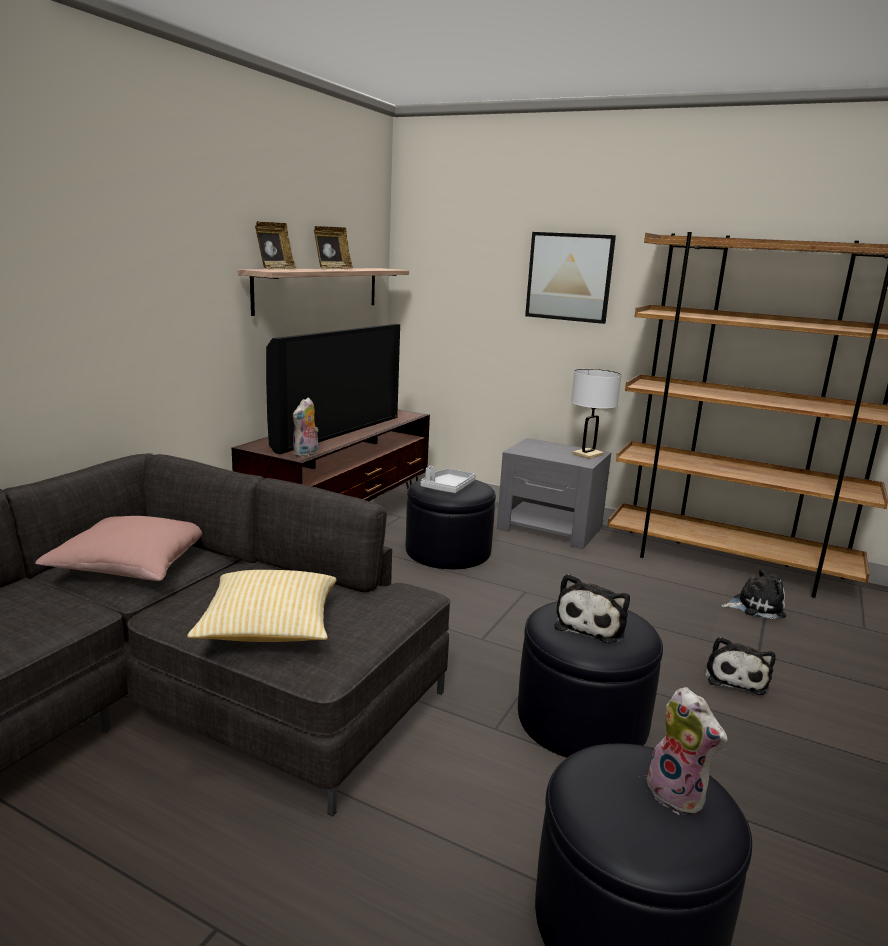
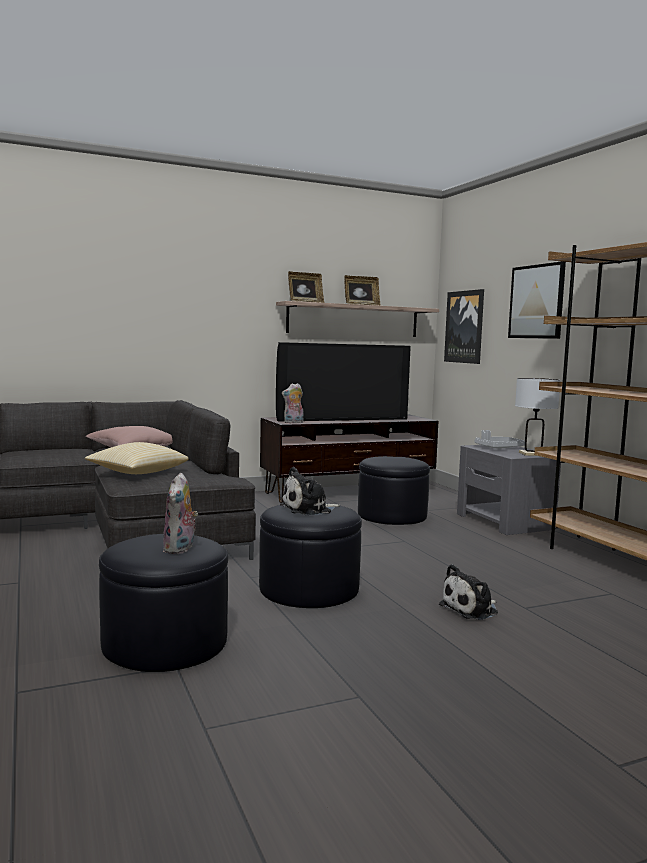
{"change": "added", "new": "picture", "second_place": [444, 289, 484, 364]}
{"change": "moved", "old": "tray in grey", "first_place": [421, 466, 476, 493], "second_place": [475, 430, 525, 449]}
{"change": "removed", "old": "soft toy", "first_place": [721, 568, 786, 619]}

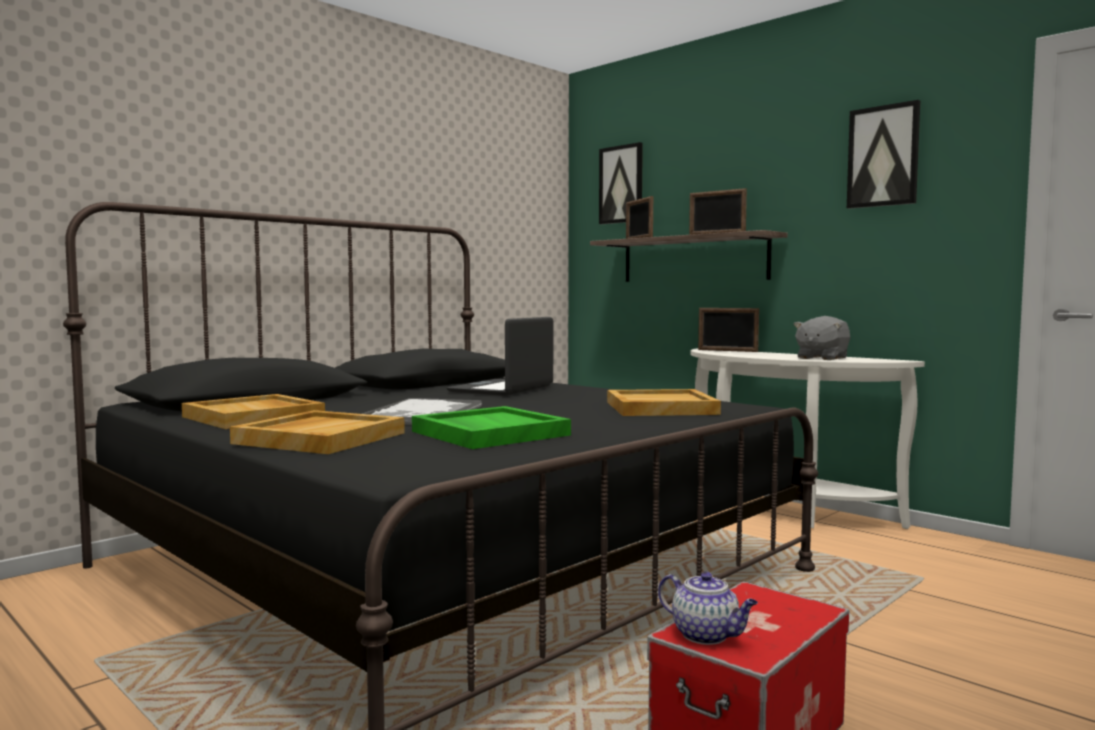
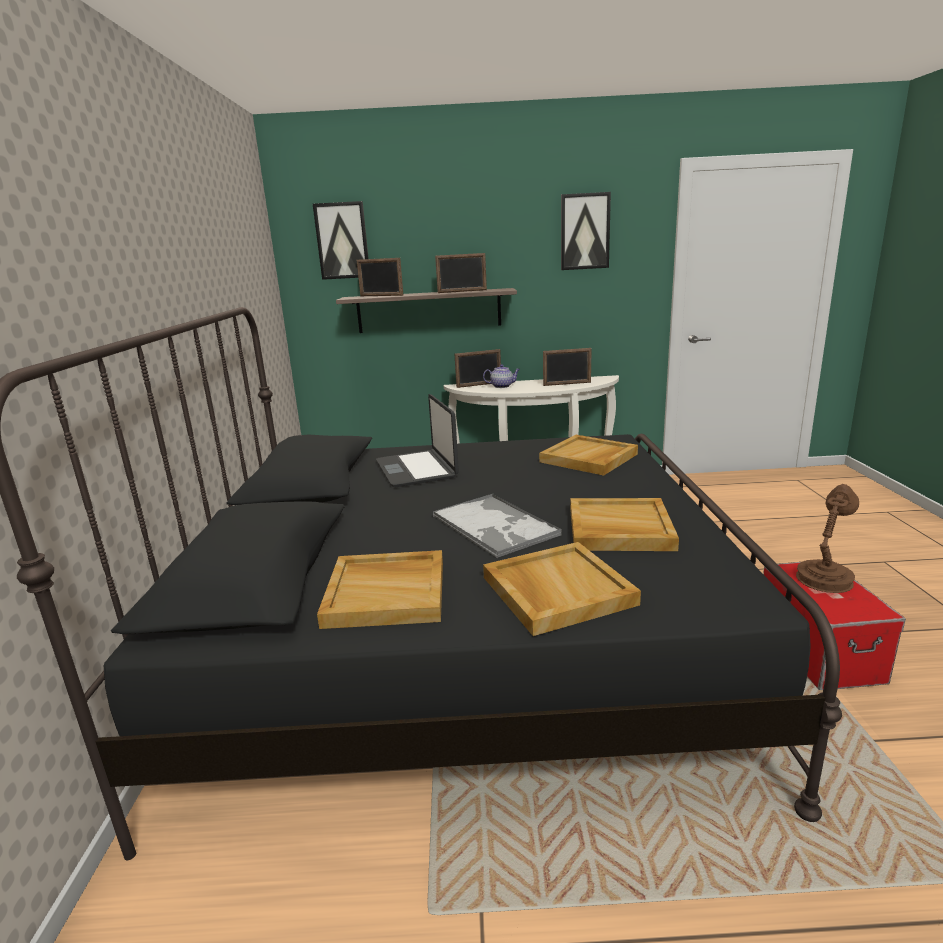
{"change": "moved", "old": "teapot", "first_place": [658, 572, 758, 645], "second_place": [483, 364, 520, 388]}
{"change": "replaced", "old": "soft toy in grey", "new": "standing frame", "first_place": [794, 316, 850, 360], "second_place": [543, 348, 592, 386]}
{"change": "recoloured", "old": "tray in green-coloured", "new": "tray in sand-coloured", "first_place": [412, 406, 571, 449], "second_place": [570, 498, 679, 551]}
{"change": "added", "new": "lamp for a table in brown", "second_place": [796, 484, 859, 593]}

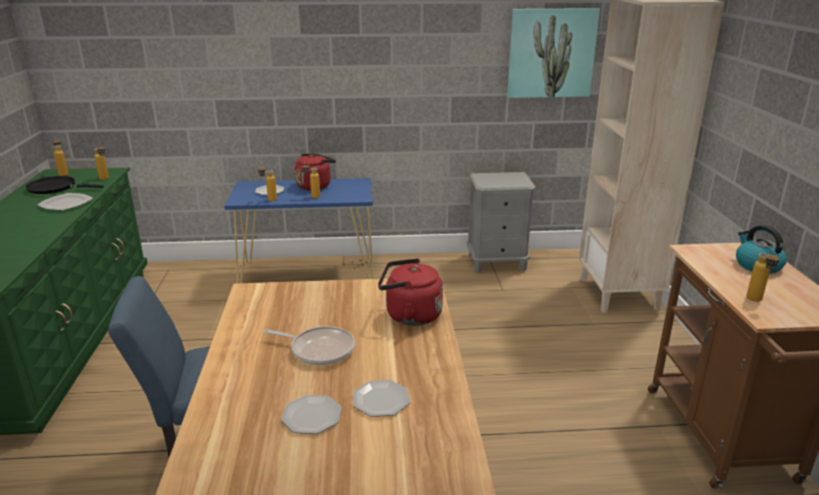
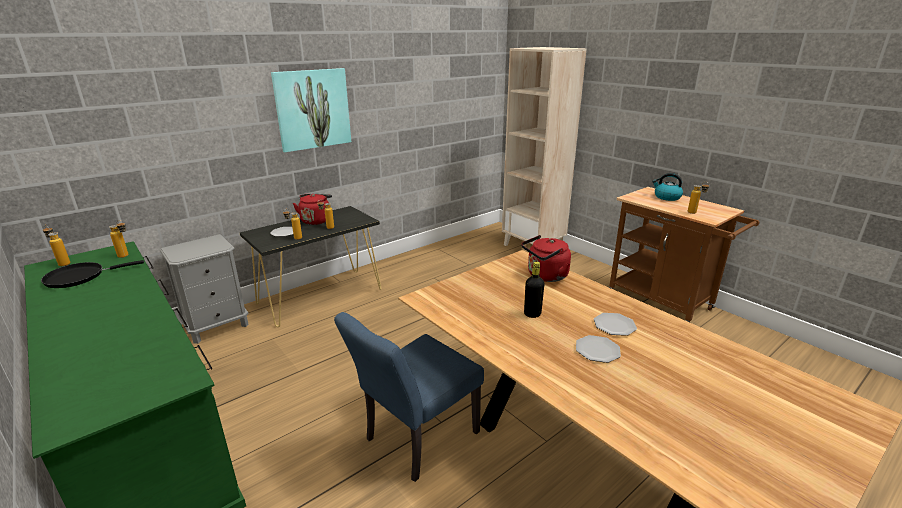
{"change": "moved", "old": "bedside table in grey", "first_place": [467, 172, 536, 273], "second_place": [160, 234, 248, 344]}
{"change": "recoloured", "old": "console table in blue", "new": "console table in black", "first_place": [225, 178, 373, 283], "second_place": [240, 206, 381, 327]}
{"change": "moved", "old": "picture", "first_place": [507, 8, 600, 98], "second_place": [271, 68, 351, 152]}
{"change": "replaced", "old": "frying pan", "new": "drink bottle in black", "first_place": [264, 326, 355, 365], "second_place": [524, 262, 545, 318]}
{"change": "removed", "old": "plate", "first_place": [37, 193, 93, 210]}

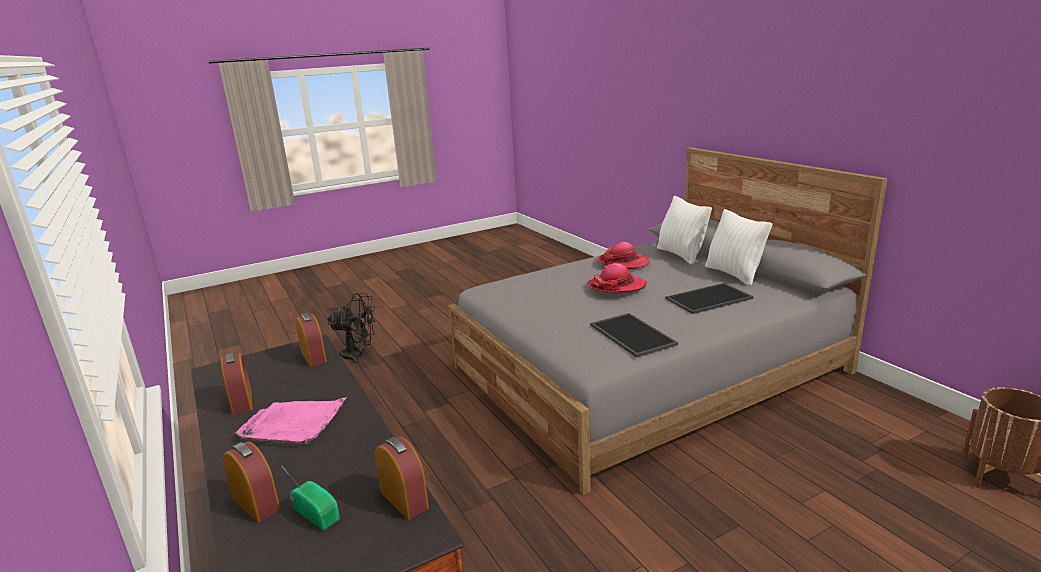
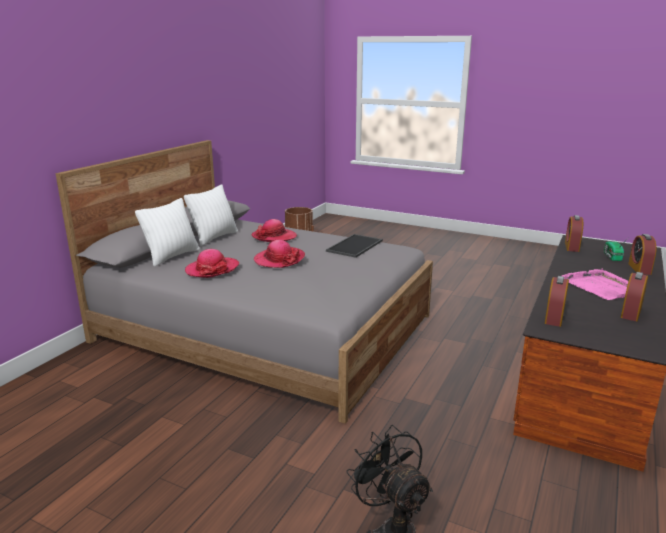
{"change": "replaced", "old": "tray", "new": "hat", "first_place": [665, 283, 754, 314], "second_place": [252, 219, 297, 242]}

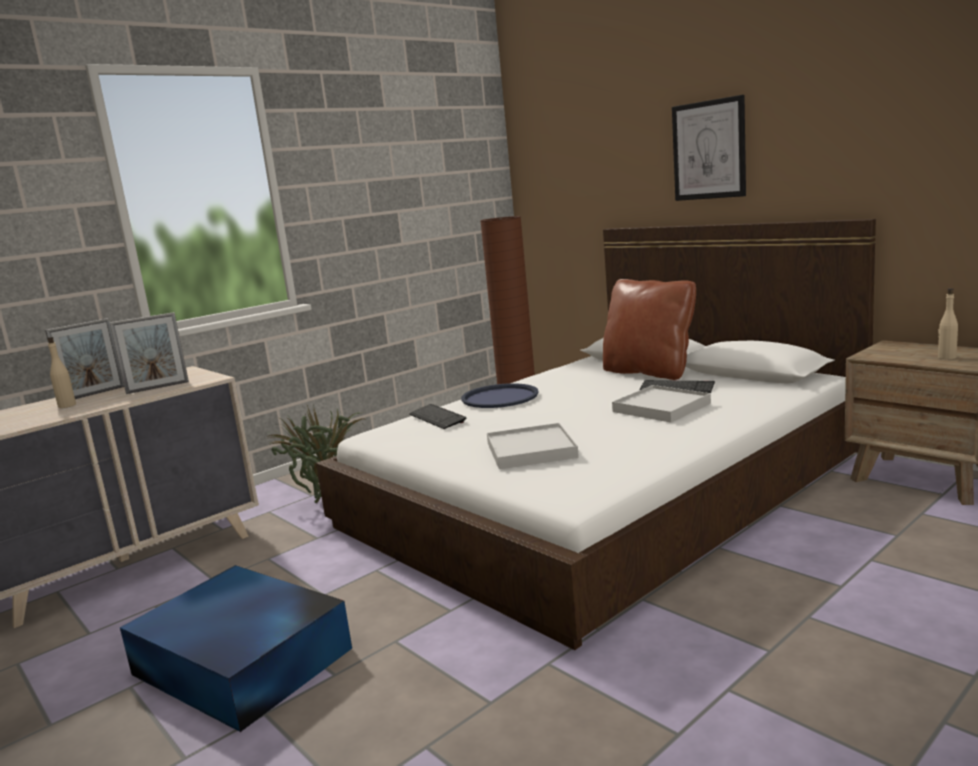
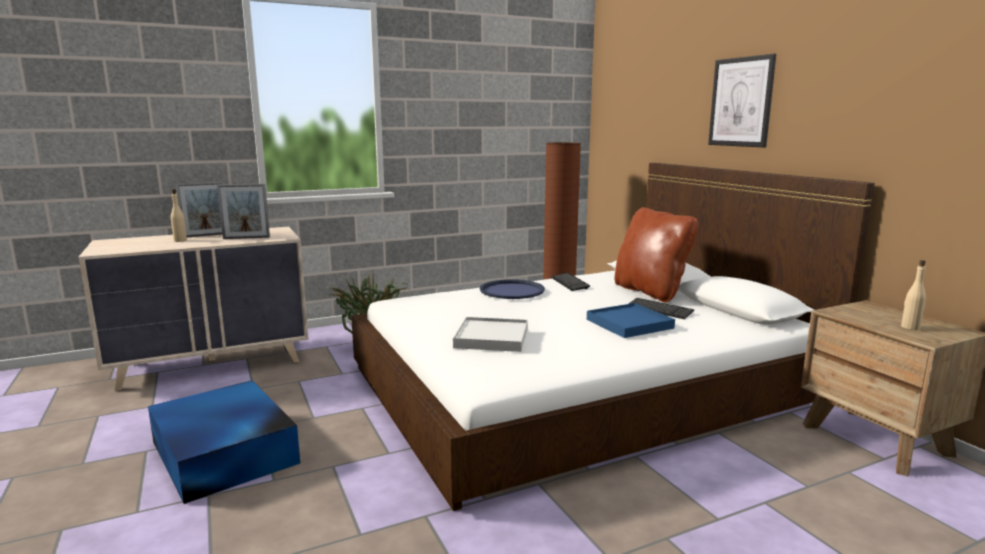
{"change": "moved", "old": "PC keyboard", "first_place": [409, 404, 466, 429], "second_place": [551, 273, 590, 291]}
{"change": "recoloured", "old": "tray in whitish", "new": "tray in blue", "first_place": [612, 385, 711, 423], "second_place": [587, 303, 675, 338]}

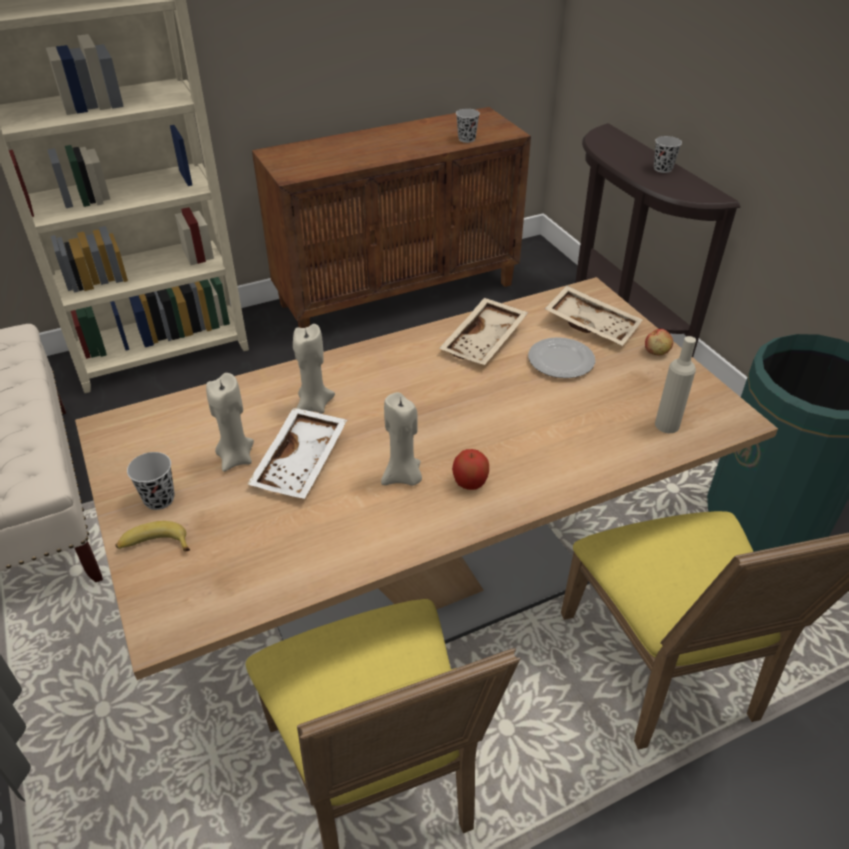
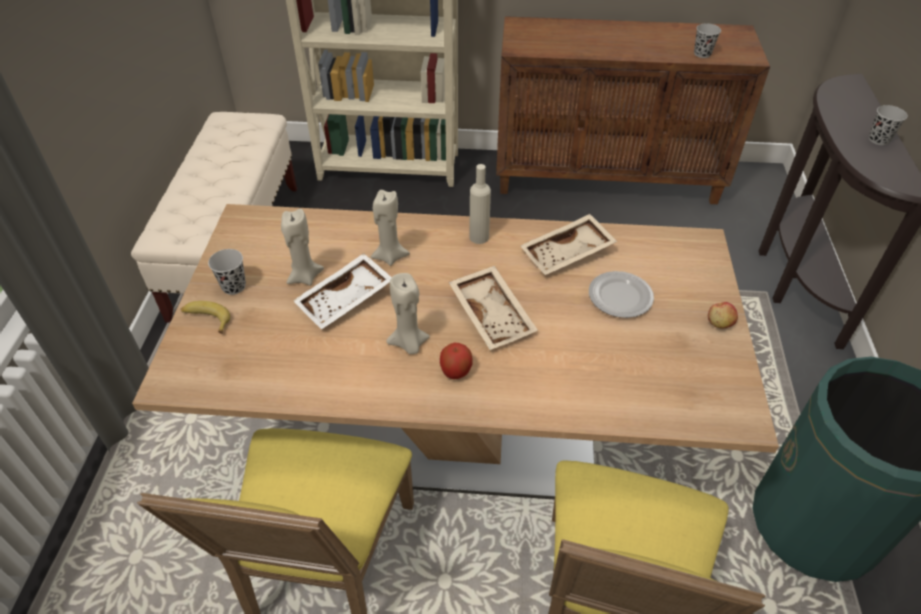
{"change": "moved", "old": "tray in sand-coloured", "first_place": [545, 286, 643, 346], "second_place": [449, 266, 538, 350]}
{"change": "moved", "old": "drink bottle in sand-coloured", "first_place": [655, 336, 696, 433], "second_place": [469, 164, 491, 244]}

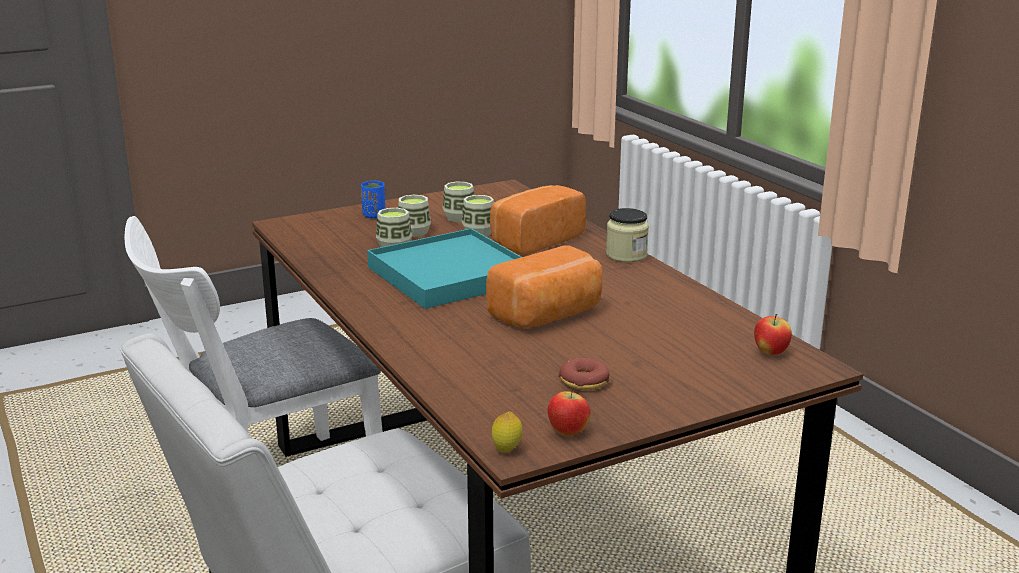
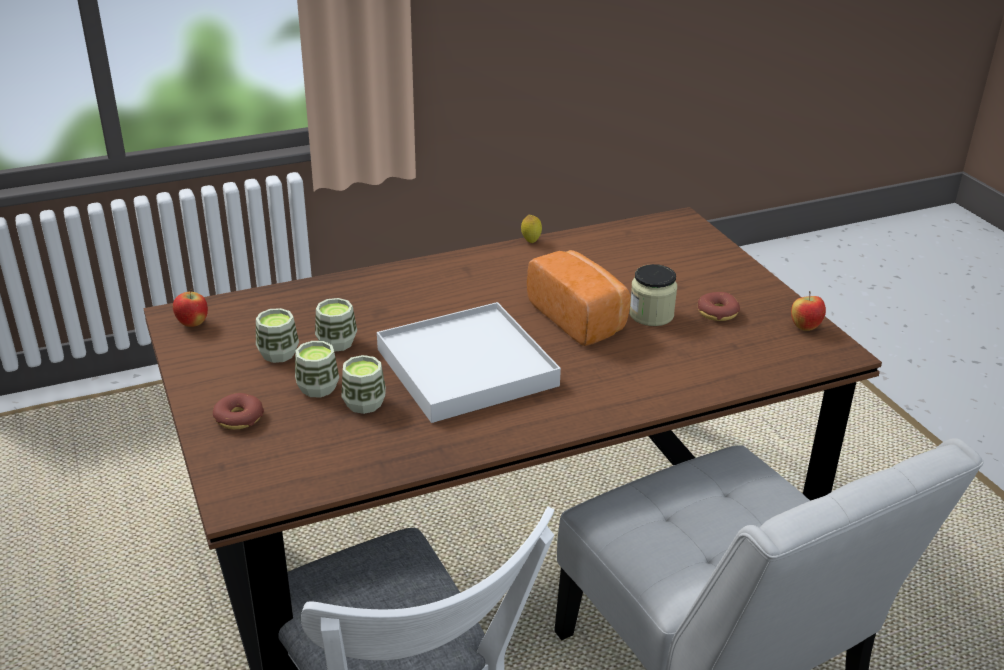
{"change": "moved", "old": "whole apple", "first_place": [754, 314, 792, 355], "second_place": [173, 289, 208, 327]}
{"change": "replaced", "old": "drinking cup in blue", "new": "doughnut", "first_place": [361, 181, 385, 219], "second_place": [213, 393, 264, 430]}
{"change": "recoloured", "old": "tray in turquoise-coloured", "new": "tray in whitish", "first_place": [367, 228, 522, 309], "second_place": [377, 302, 561, 423]}
{"change": "moved", "old": "citrus fruit", "first_place": [492, 411, 522, 453], "second_place": [521, 215, 542, 243]}
{"change": "moved", "old": "jar", "first_place": [606, 208, 649, 262], "second_place": [629, 264, 677, 326]}
{"change": "removed", "old": "baked bread", "first_place": [490, 185, 586, 255]}

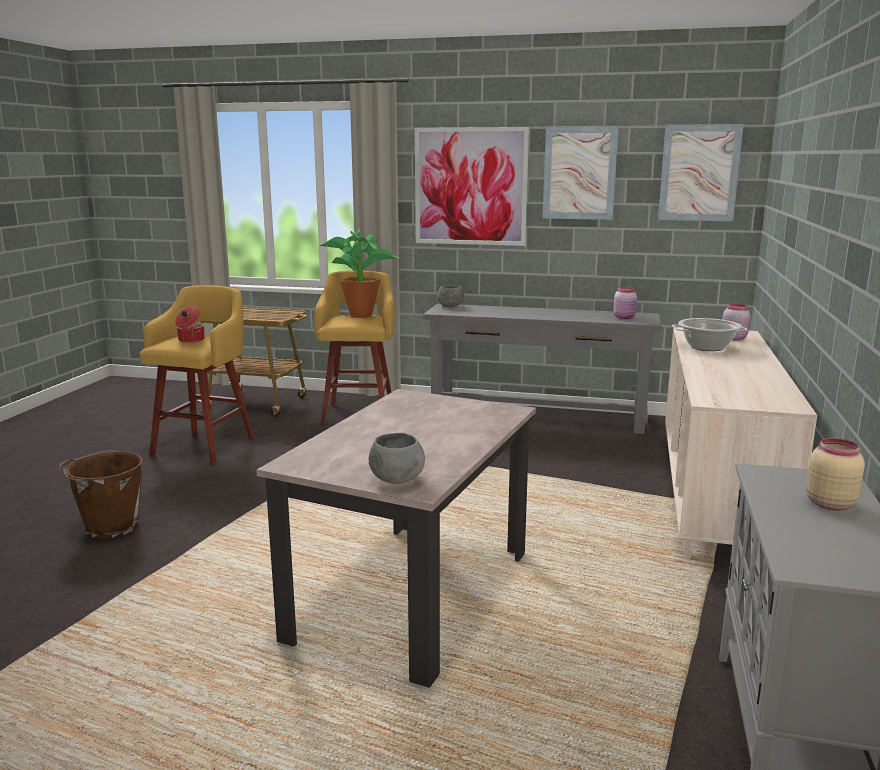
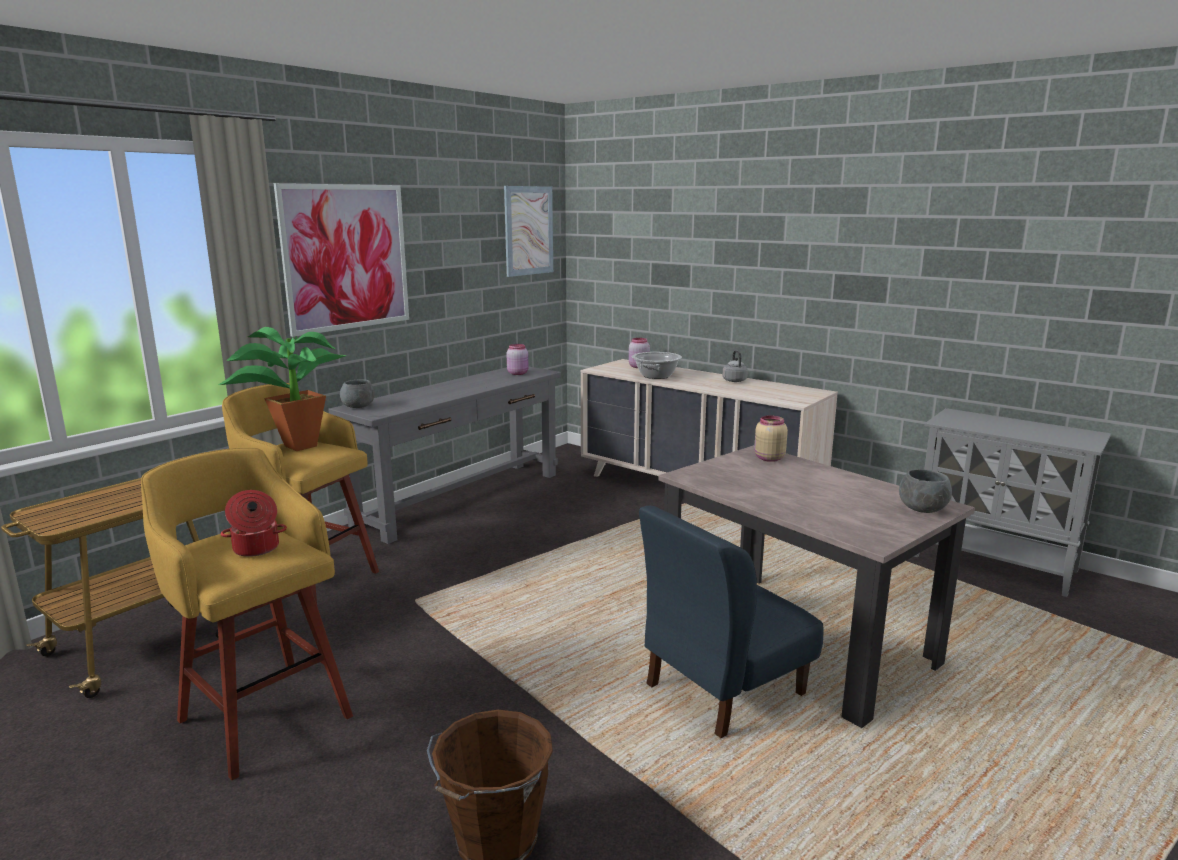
{"change": "added", "new": "chair in blue", "second_place": [639, 506, 823, 738]}
{"change": "added", "new": "kettle in grey", "second_place": [723, 350, 748, 382]}
{"change": "moved", "old": "jar in sand-coloured", "first_place": [806, 438, 865, 511], "second_place": [754, 415, 788, 462]}
{"change": "removed", "old": "picture", "first_place": [543, 126, 619, 220]}

